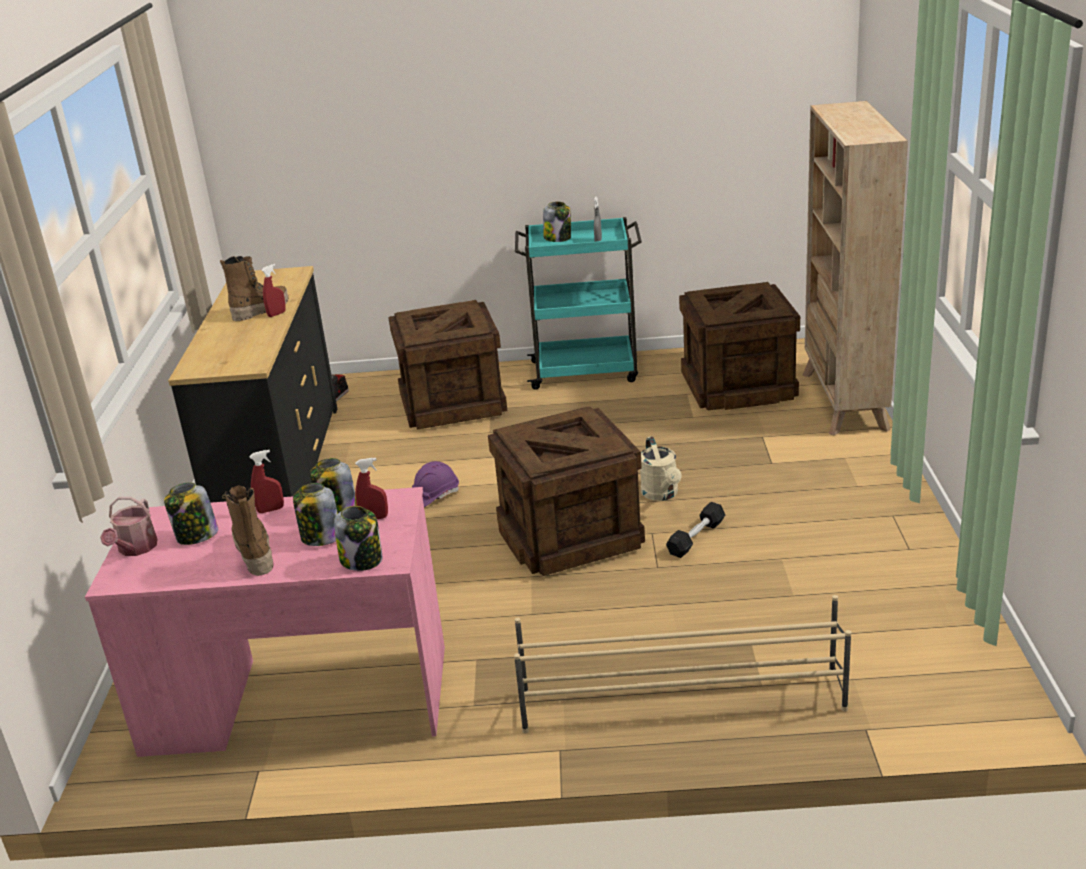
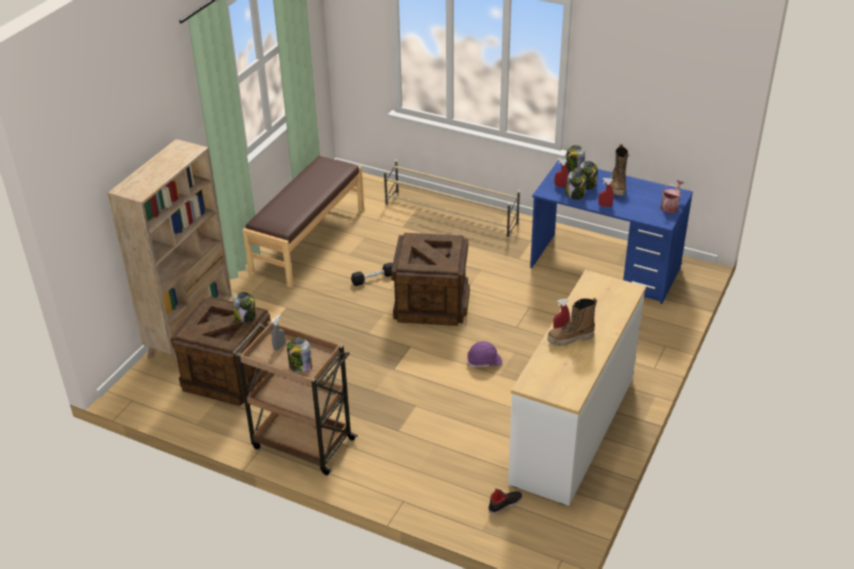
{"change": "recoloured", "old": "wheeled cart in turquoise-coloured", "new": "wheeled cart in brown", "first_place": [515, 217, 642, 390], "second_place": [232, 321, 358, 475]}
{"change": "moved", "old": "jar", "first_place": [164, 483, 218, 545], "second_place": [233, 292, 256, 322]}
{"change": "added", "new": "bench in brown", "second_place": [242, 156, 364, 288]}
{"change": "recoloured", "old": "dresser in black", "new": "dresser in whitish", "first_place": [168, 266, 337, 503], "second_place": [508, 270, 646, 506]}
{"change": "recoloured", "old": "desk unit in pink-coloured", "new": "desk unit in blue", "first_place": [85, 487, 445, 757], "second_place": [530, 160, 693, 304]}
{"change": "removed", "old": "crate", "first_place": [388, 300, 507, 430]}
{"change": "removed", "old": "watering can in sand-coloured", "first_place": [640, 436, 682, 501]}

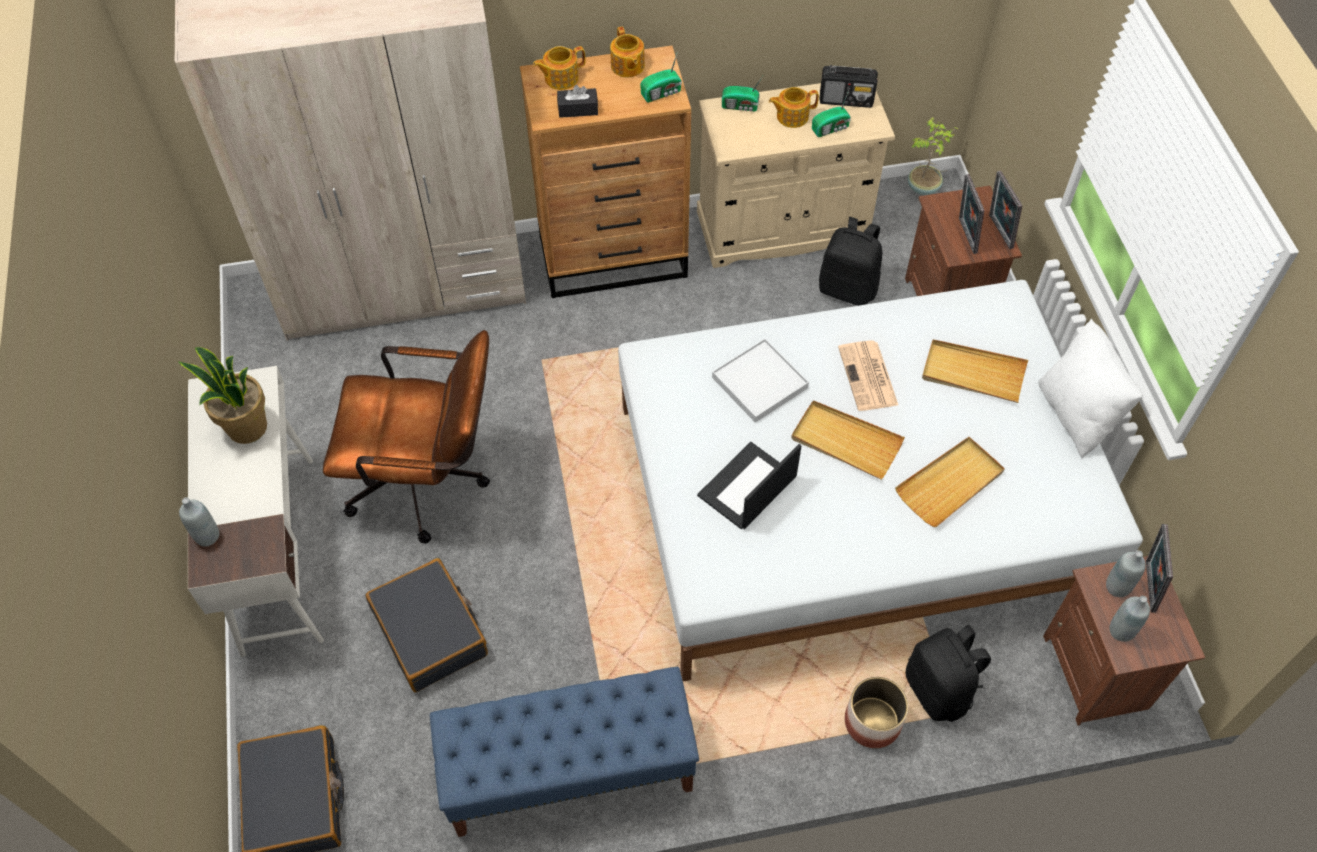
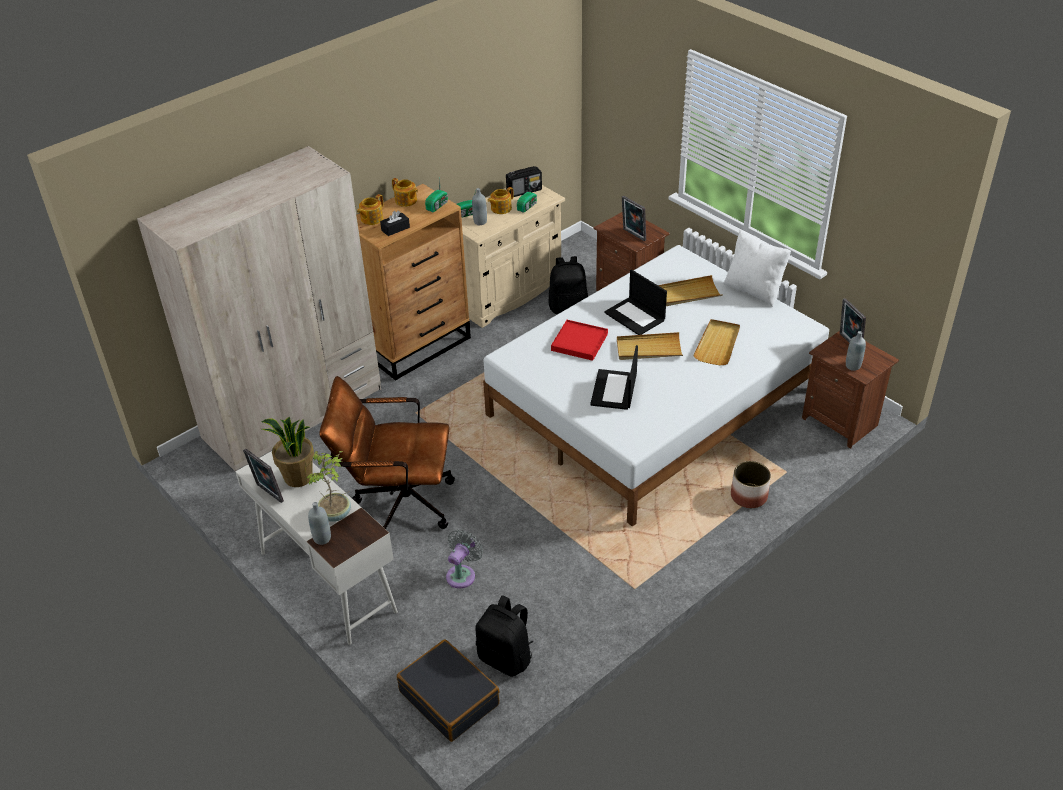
{"change": "moved", "old": "standing frame", "first_place": [989, 171, 1022, 249], "second_place": [243, 448, 284, 503]}
{"change": "moved", "old": "potted plant", "first_place": [908, 117, 959, 195], "second_place": [307, 451, 351, 522]}
{"change": "turned", "old": "computer chair in brown", "first_place": [323, 330, 490, 544], "second_place": [319, 376, 455, 529], "degrees": -150}
{"change": "replaced", "old": "suitcase in black", "new": "electric fan in grey", "first_place": [366, 558, 488, 692], "second_place": [446, 529, 483, 588]}
{"change": "moved", "old": "drink bottle in grey", "first_place": [1106, 550, 1146, 597], "second_place": [472, 188, 487, 225]}
{"change": "moved", "old": "rucksack in black", "first_place": [906, 625, 991, 722], "second_place": [475, 595, 533, 677]}
{"change": "recoloured", "old": "tray in whitish", "new": "tray in red-coloured", "first_place": [712, 339, 809, 423], "second_place": [551, 320, 608, 361]}
{"change": "replaced", "old": "daily paper", "new": "portable computer", "first_place": [838, 340, 898, 411], "second_place": [604, 269, 667, 335]}
{"change": "removed", "old": "bench in blue", "first_place": [430, 667, 699, 837]}

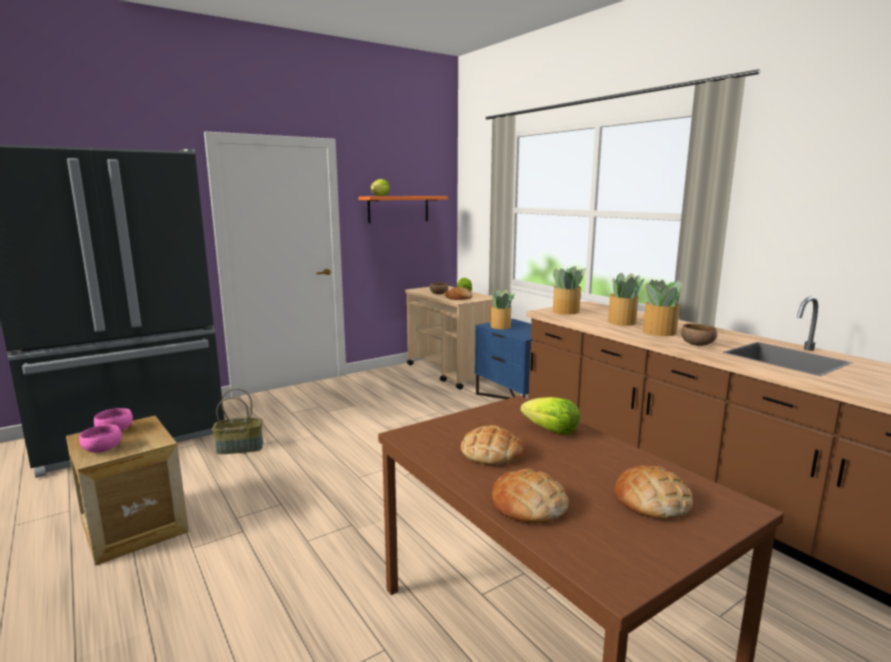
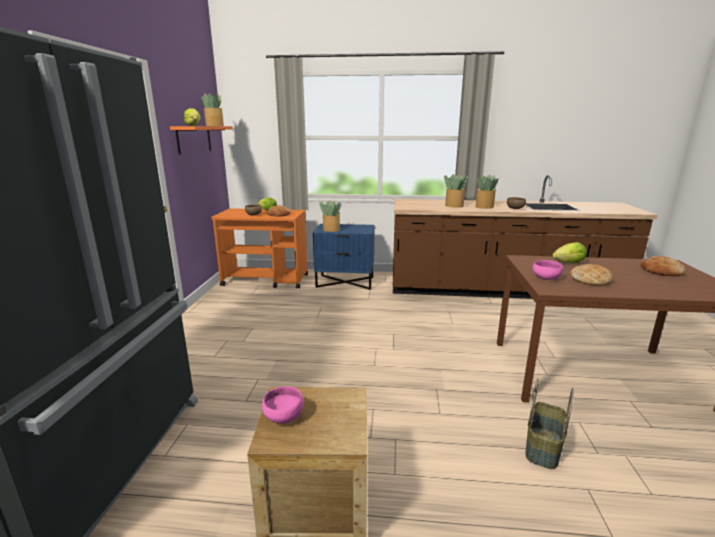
{"change": "moved", "old": "potted plant", "first_place": [553, 267, 586, 315], "second_place": [201, 93, 224, 126]}
{"change": "recoloured", "old": "wheeled cart in sand-coloured", "new": "wheeled cart in orangey", "first_place": [405, 286, 493, 390], "second_place": [211, 208, 308, 289]}
{"change": "moved", "old": "basket", "first_place": [212, 389, 263, 454], "second_place": [526, 379, 574, 469]}
{"change": "moved", "old": "deep dish in pink-coloured", "first_place": [79, 425, 122, 453], "second_place": [533, 260, 563, 280]}
{"change": "removed", "old": "baked bread", "first_place": [492, 468, 569, 523]}

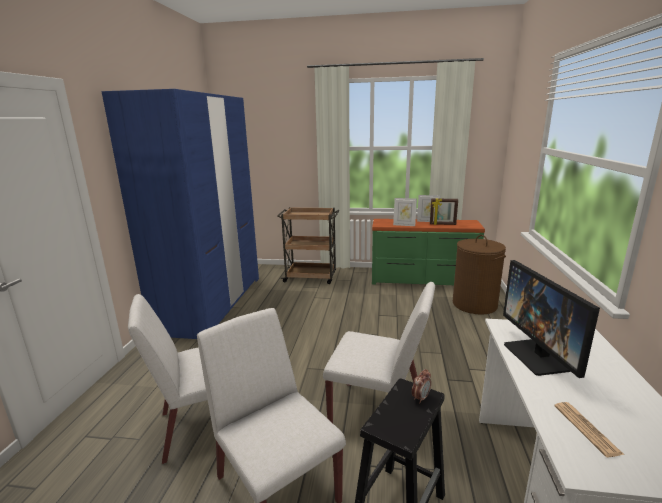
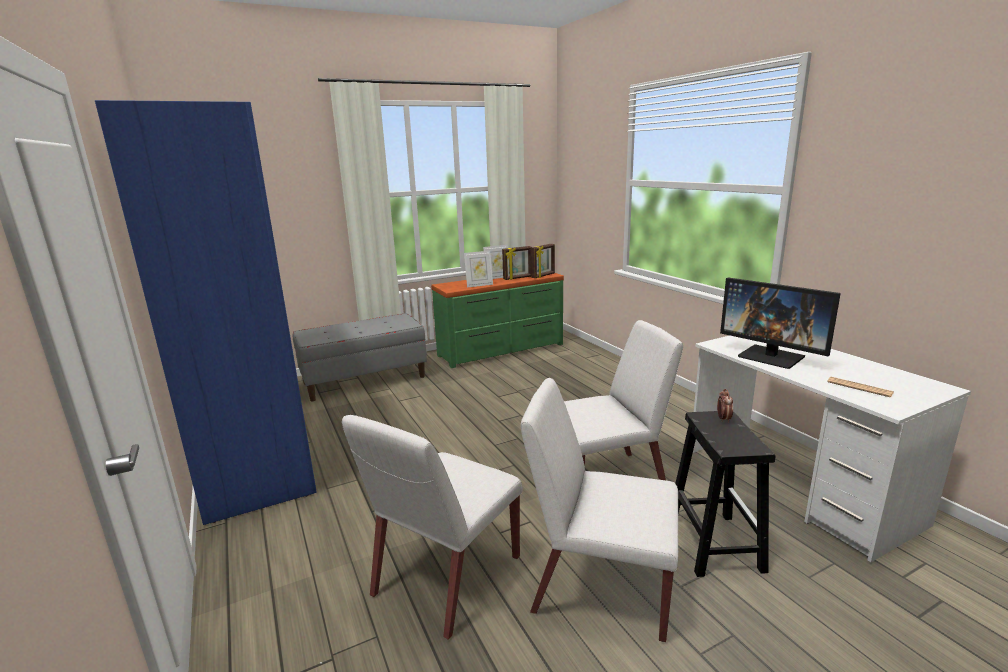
{"change": "replaced", "old": "wheeled cart in brown", "new": "bench in grey", "first_place": [277, 207, 339, 284], "second_place": [293, 313, 427, 401]}
{"change": "added", "new": "standing frame", "second_place": [531, 244, 555, 278]}
{"change": "removed", "old": "washing basket in brown", "first_place": [453, 235, 506, 315]}

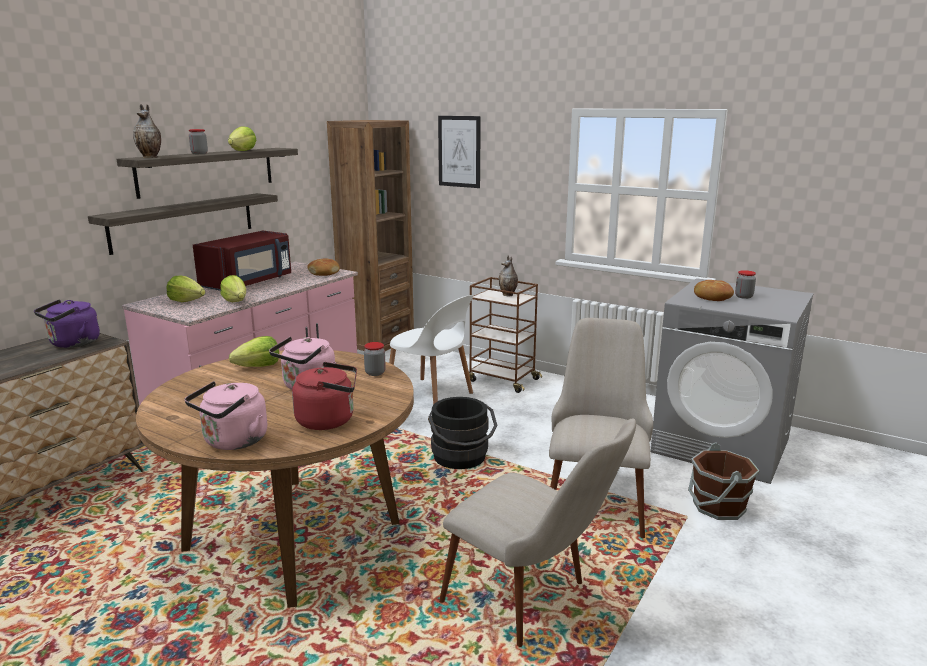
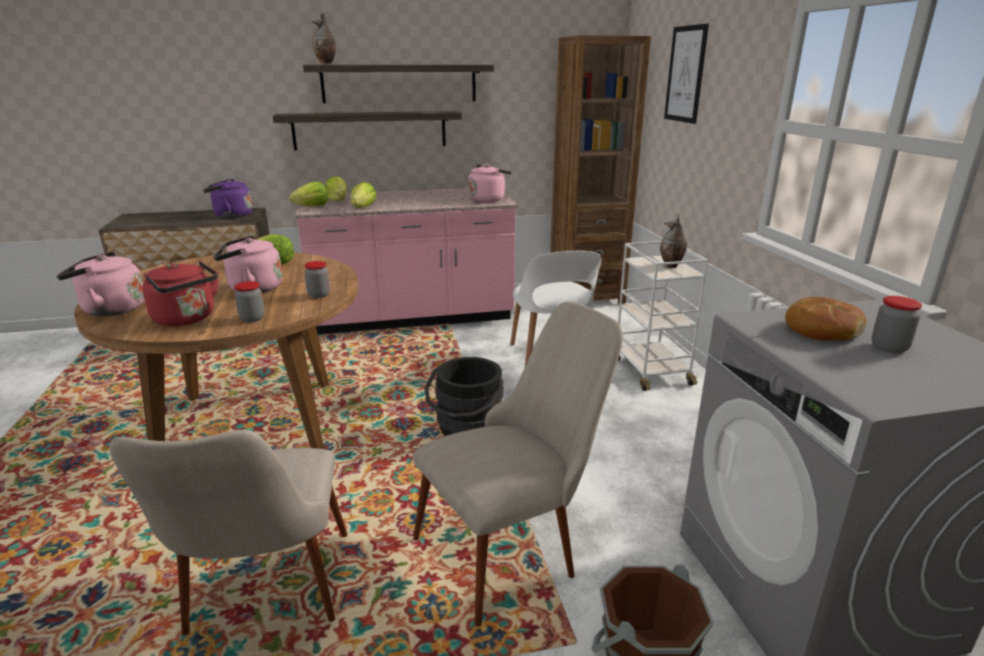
{"change": "moved", "old": "jar", "first_place": [189, 129, 208, 154], "second_place": [234, 281, 265, 322]}
{"change": "moved", "old": "lettuce head", "first_place": [228, 126, 256, 151], "second_place": [289, 182, 328, 207]}
{"change": "replaced", "old": "baked bread", "new": "kettle in pink-coloured", "first_place": [307, 258, 340, 276], "second_place": [468, 164, 512, 203]}
{"change": "recoloured", "old": "wheeled cart in brown", "new": "wheeled cart in whitish", "first_place": [469, 277, 542, 393], "second_place": [618, 241, 708, 391]}
{"change": "removed", "old": "kitchen microwave in red-coloured", "first_place": [193, 231, 291, 291]}

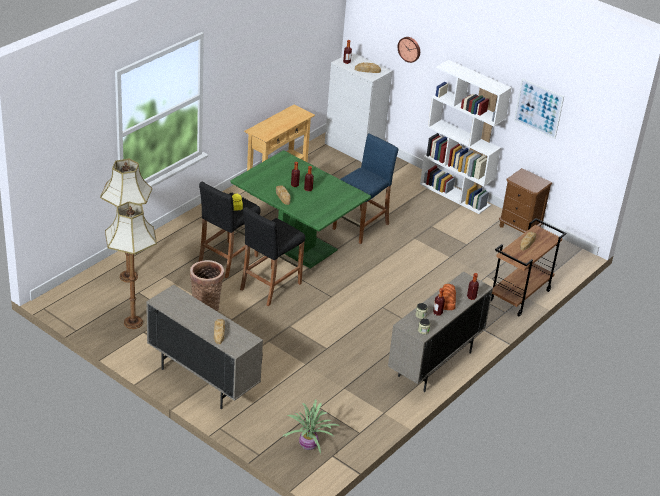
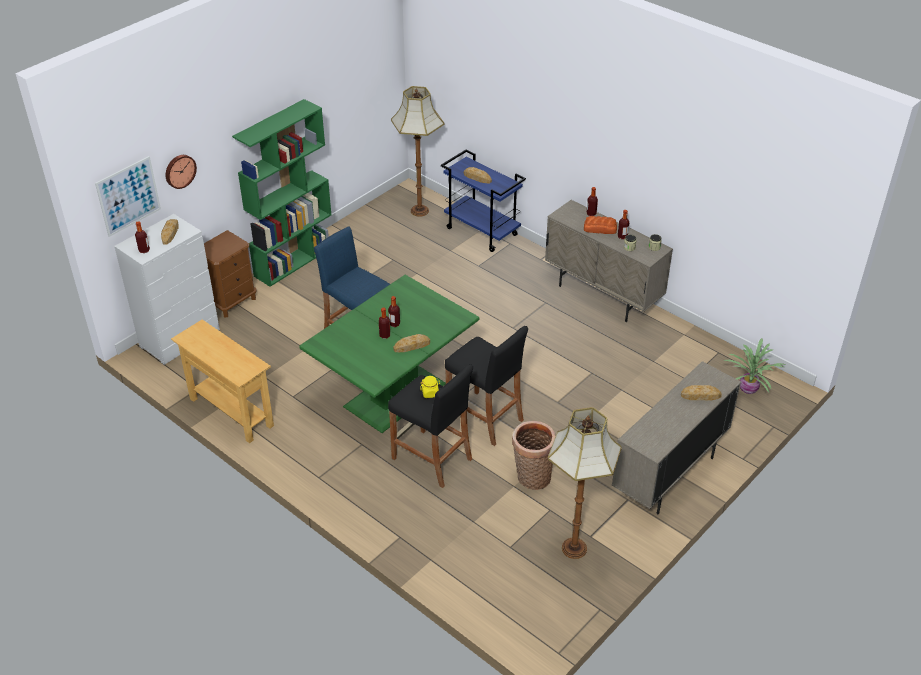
{"change": "moved", "old": "picture", "first_place": [514, 78, 564, 139], "second_place": [95, 156, 161, 237]}
{"change": "moved", "old": "bedside table in brown", "first_place": [499, 168, 552, 233], "second_place": [204, 230, 257, 317]}
{"change": "recoloured", "old": "bookcase in whitish", "new": "bookcase in green-coloured", "first_place": [420, 60, 512, 214], "second_place": [232, 99, 332, 287]}
{"change": "moved", "old": "standing lamp", "first_place": [100, 159, 152, 283], "second_place": [391, 86, 444, 217]}
{"change": "recoloured", "old": "wheeled cart in brown", "new": "wheeled cart in blue", "first_place": [491, 218, 566, 317], "second_place": [441, 149, 526, 252]}

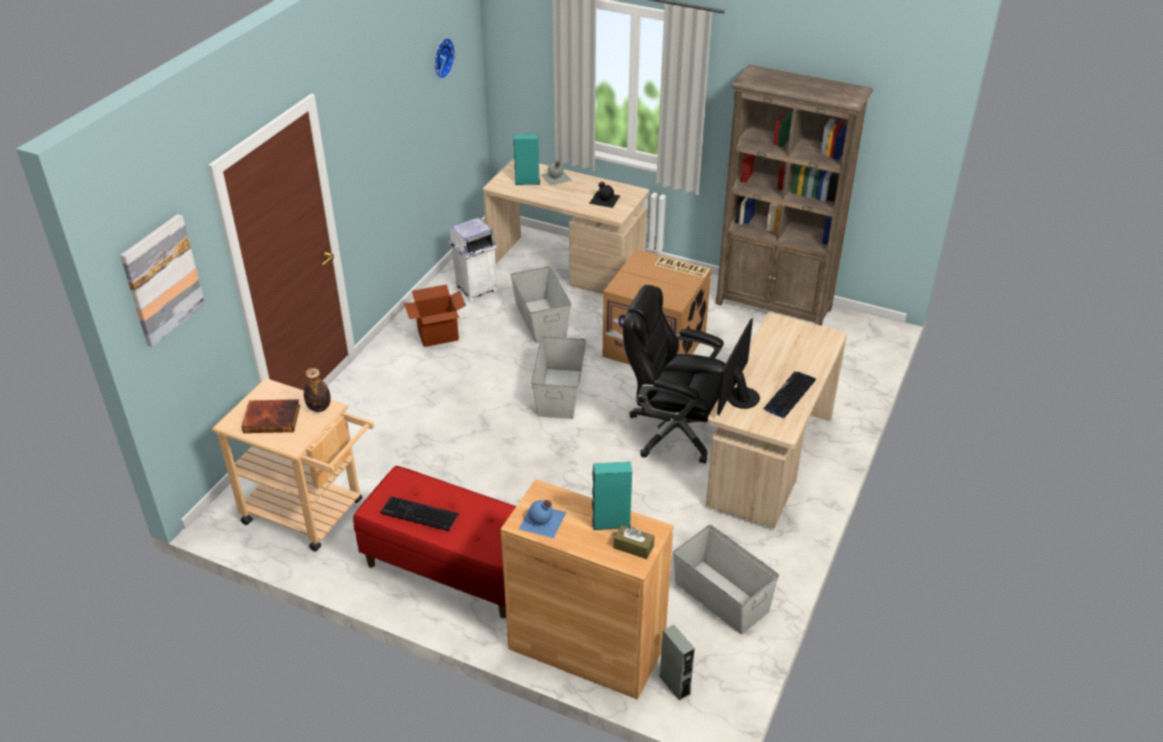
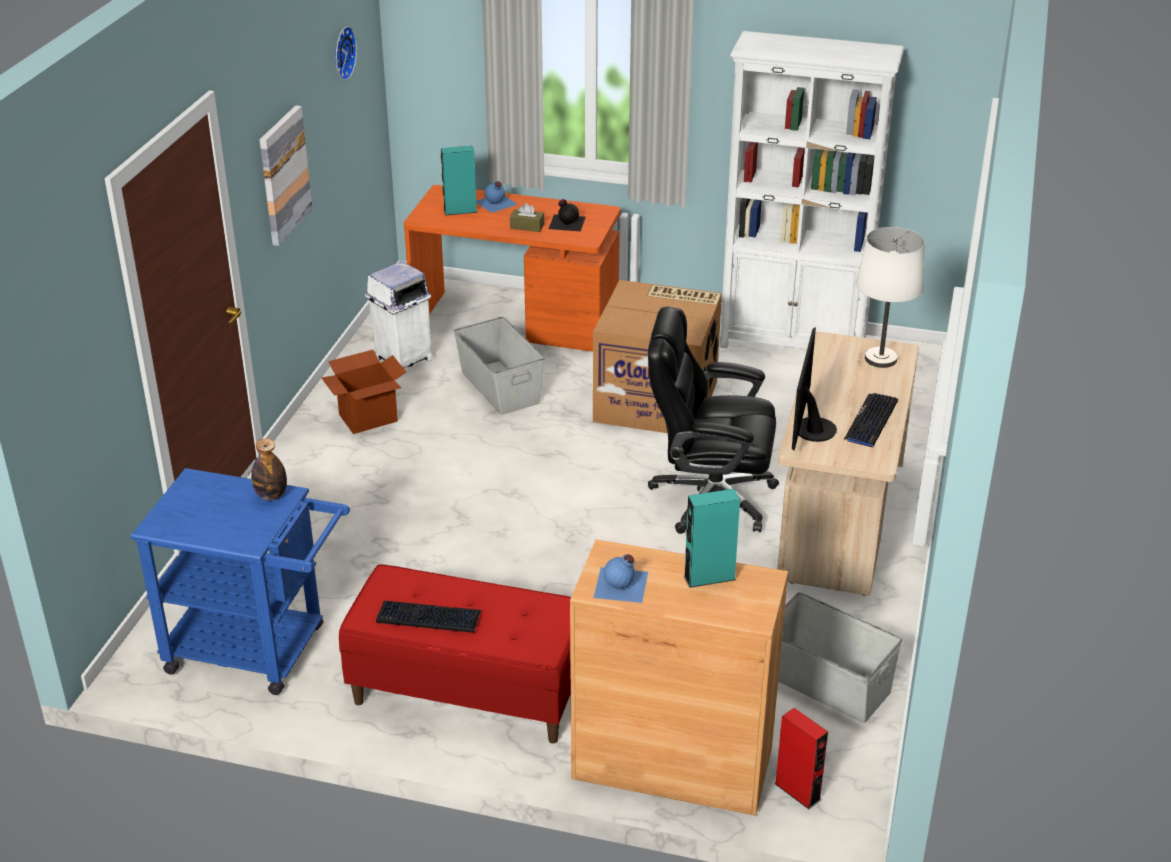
{"change": "recoloured", "old": "wheeled cart in sand-coloured", "new": "wheeled cart in blue", "first_place": [212, 378, 375, 551], "second_place": [130, 468, 350, 695]}
{"change": "moved", "old": "picture", "first_place": [120, 214, 205, 347], "second_place": [260, 105, 313, 246]}
{"change": "recoloured", "old": "desk unit in sand-coloured", "new": "desk unit in orangey", "first_place": [483, 159, 649, 294], "second_place": [404, 185, 620, 352]}
{"change": "recoloured", "old": "drink bottle in grey", "new": "drink bottle in blue", "first_place": [541, 162, 572, 186], "second_place": [476, 181, 518, 213]}
{"change": "moved", "old": "tissue holder in brown", "first_place": [614, 525, 655, 559], "second_place": [510, 203, 544, 232]}
{"change": "recoloured", "old": "bookcase in brown", "new": "bookcase in whitish", "first_place": [716, 65, 873, 326], "second_place": [719, 31, 904, 349]}
{"change": "recoloured", "old": "loudspeaker in grey", "new": "loudspeaker in red-coloured", "first_place": [659, 625, 695, 701], "second_place": [775, 708, 828, 809]}
{"change": "added", "new": "lamp for a table in whitish", "second_place": [856, 227, 925, 368]}
{"change": "removed", "old": "bound book", "first_place": [242, 399, 300, 433]}
{"change": "removed", "old": "storage box in grey", "first_place": [531, 336, 586, 419]}

